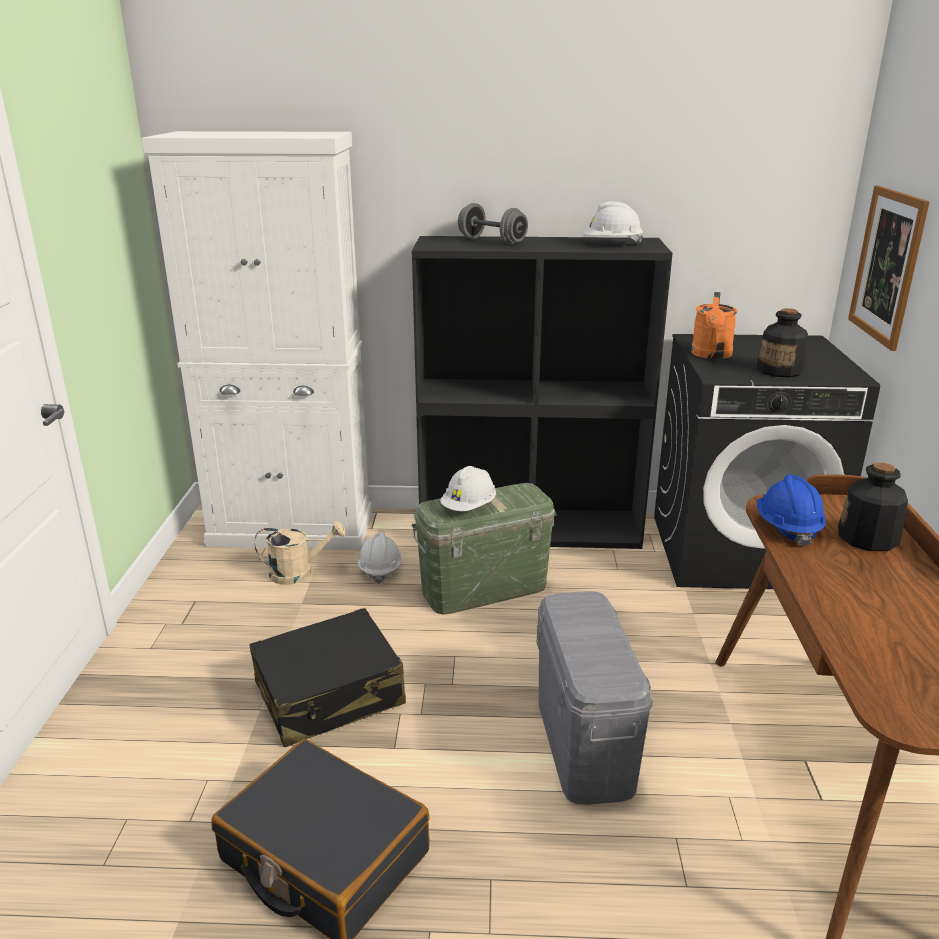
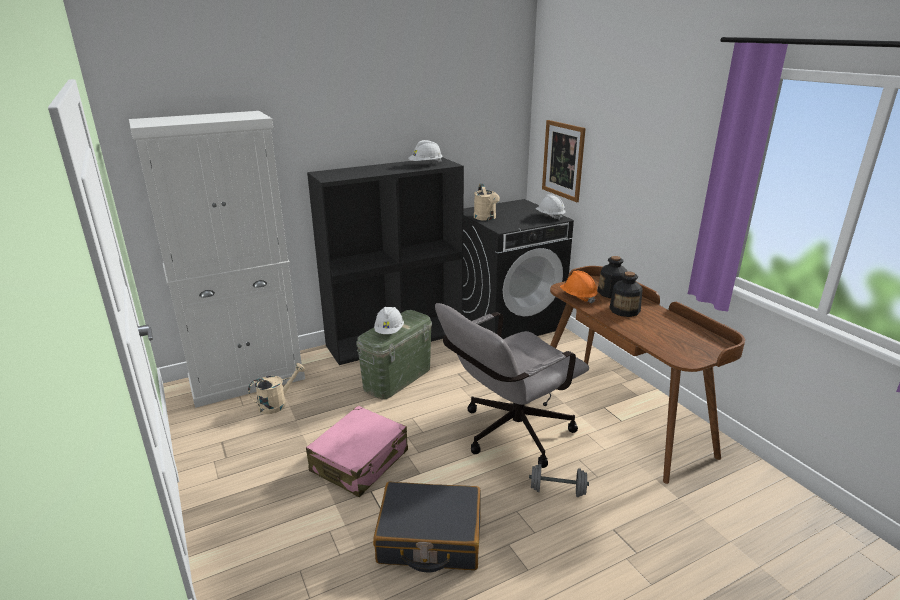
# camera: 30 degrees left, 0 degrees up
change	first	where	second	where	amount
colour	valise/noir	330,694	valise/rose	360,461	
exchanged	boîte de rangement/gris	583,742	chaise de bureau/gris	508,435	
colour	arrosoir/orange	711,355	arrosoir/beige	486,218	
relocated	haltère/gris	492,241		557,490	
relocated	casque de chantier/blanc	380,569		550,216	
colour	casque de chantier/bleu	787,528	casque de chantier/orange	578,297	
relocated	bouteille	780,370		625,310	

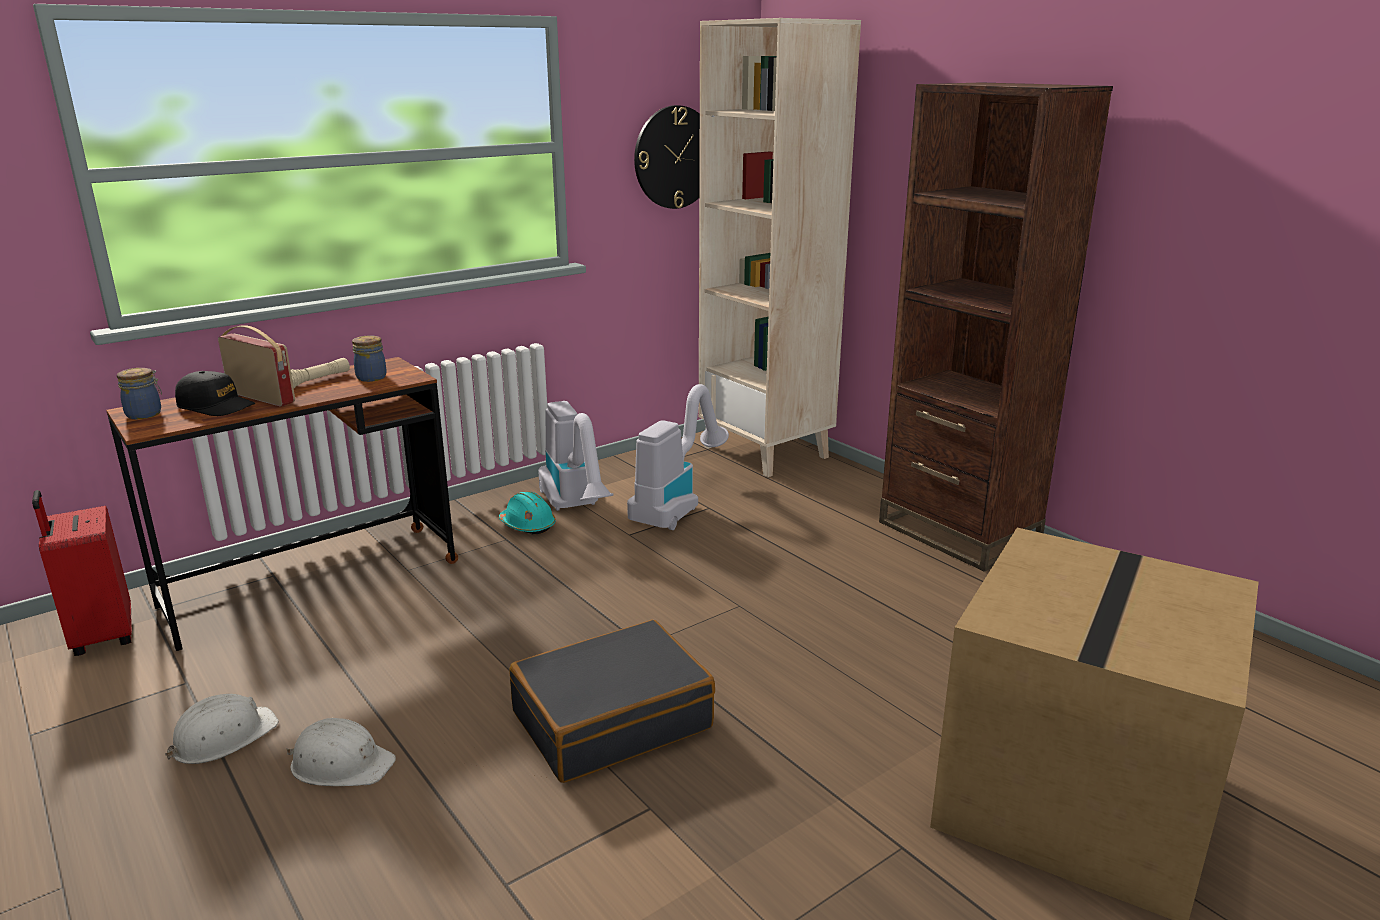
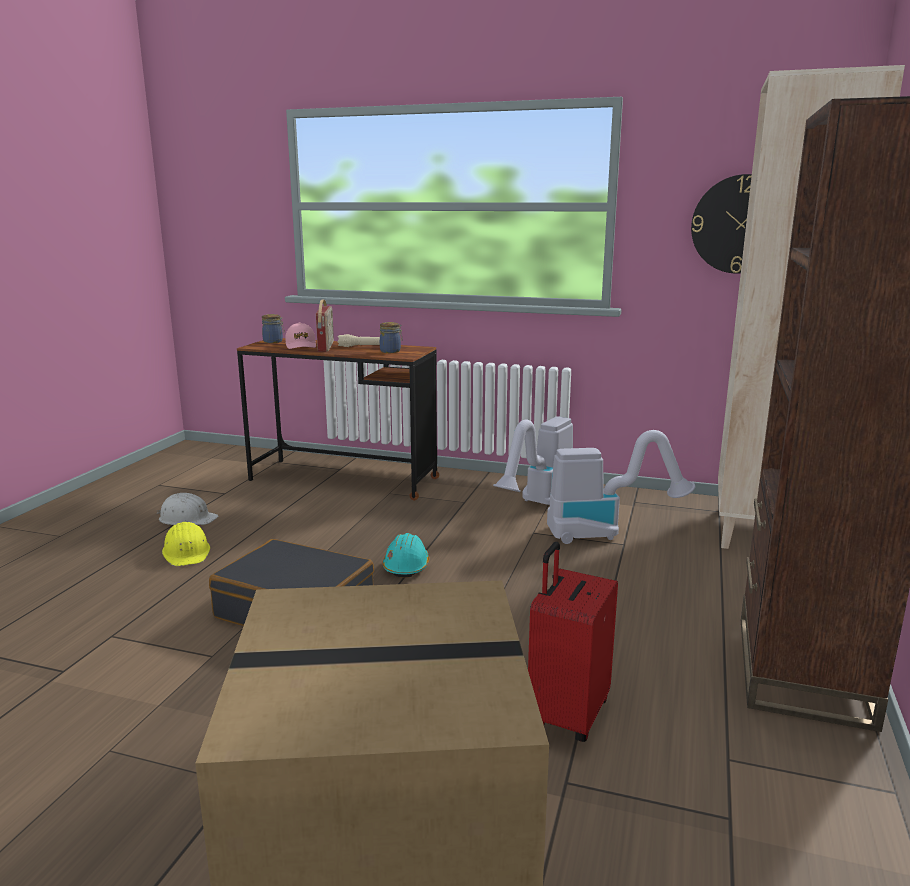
# camera: 55 degrees right, 5 degrees down
change	first	where	second	where	amount
colour	casque de chantier/blanc	341,764	casque de chantier/jaune	187,552	
colour	casquette/noir	216,406	casquette/rose	301,345	
relocated	casque de chantier/turquoise	527,525		406,566	
relocated	valise/rouge	101,637		566,714	

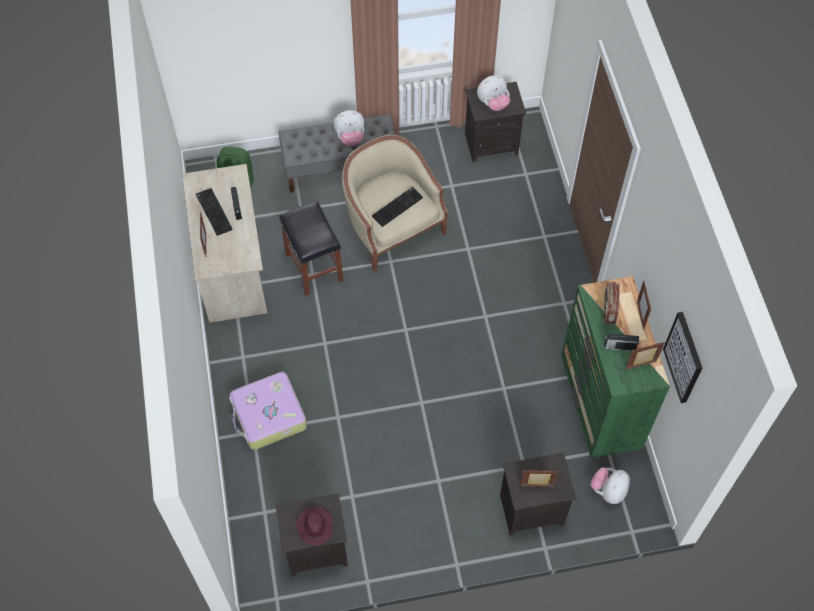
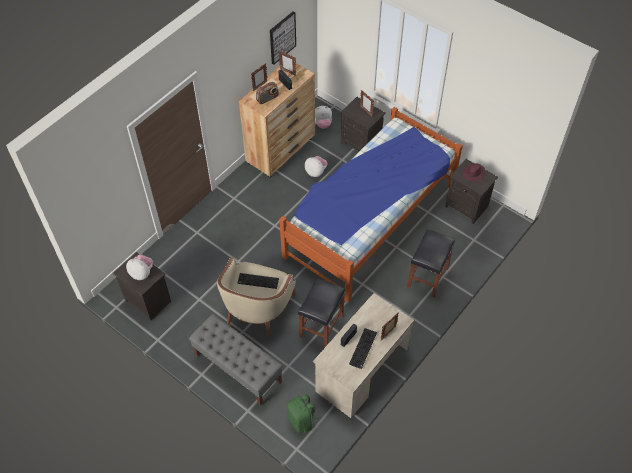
# camera: 130 degrees left, 5 degrees down
change	first	where	second	where	amount
colour	commode/vert	599,405	commode/marron	281,151	
appeared			lit	369,220	
relocated	peluche	350,137		316,172	
exchanged	valise	268,416	tabouret/noir	427,276	

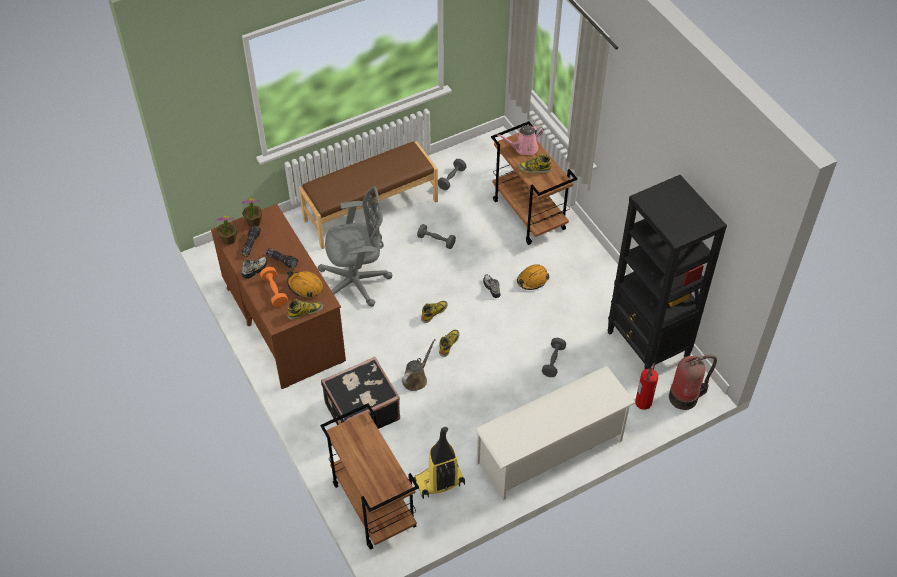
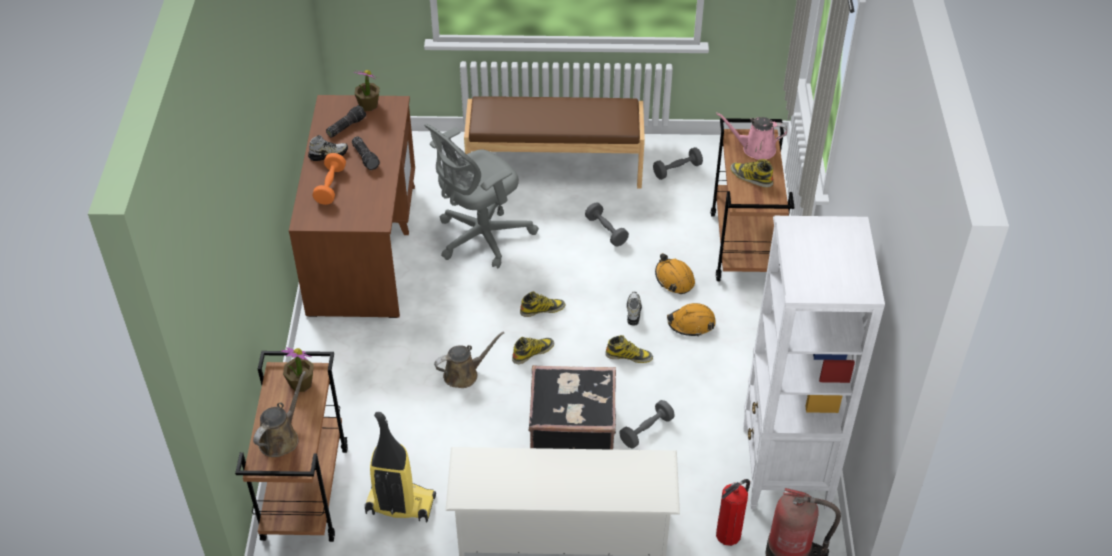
# camera: 30 degrees right, 5 degrees down
change	first	where	second	where	amount
appeared			arrosoir/marron	281,438	
relocated	plante en pot	228,239		301,383	
spun	chaise de bureau/gris	357,282		480,238	120 degrees clockwise
relocated	valise/noir	361,411		571,431	
relocated	botte	305,311		629,356	
relocated	casque de chantier/orange	305,286		674,279	
colour	bibliothèque/noir	647,346	bibliothèque/blanc	785,469	

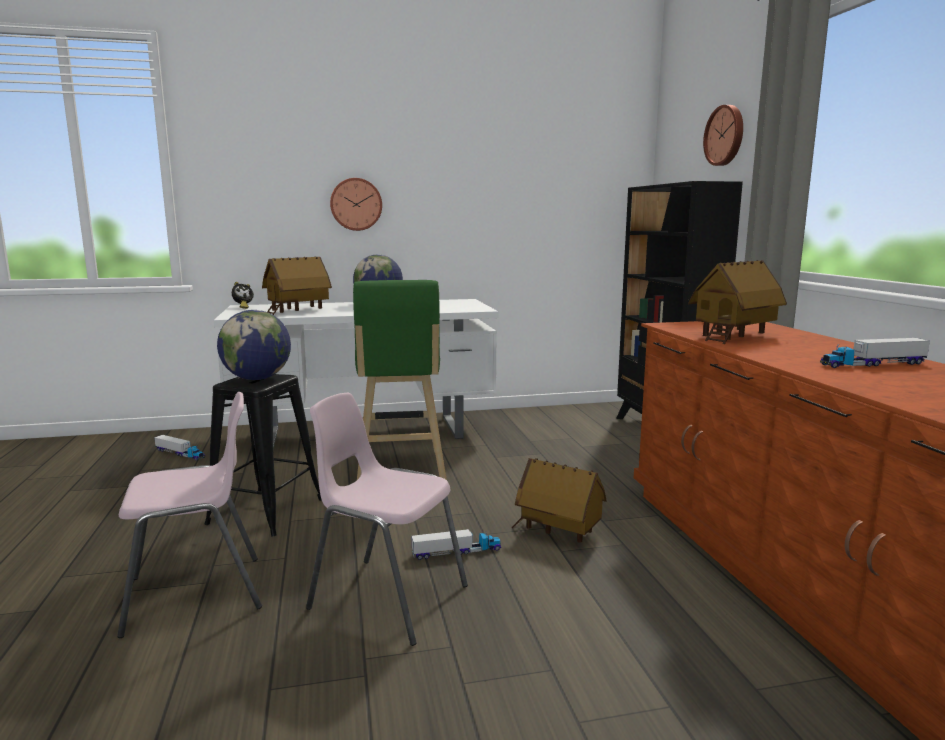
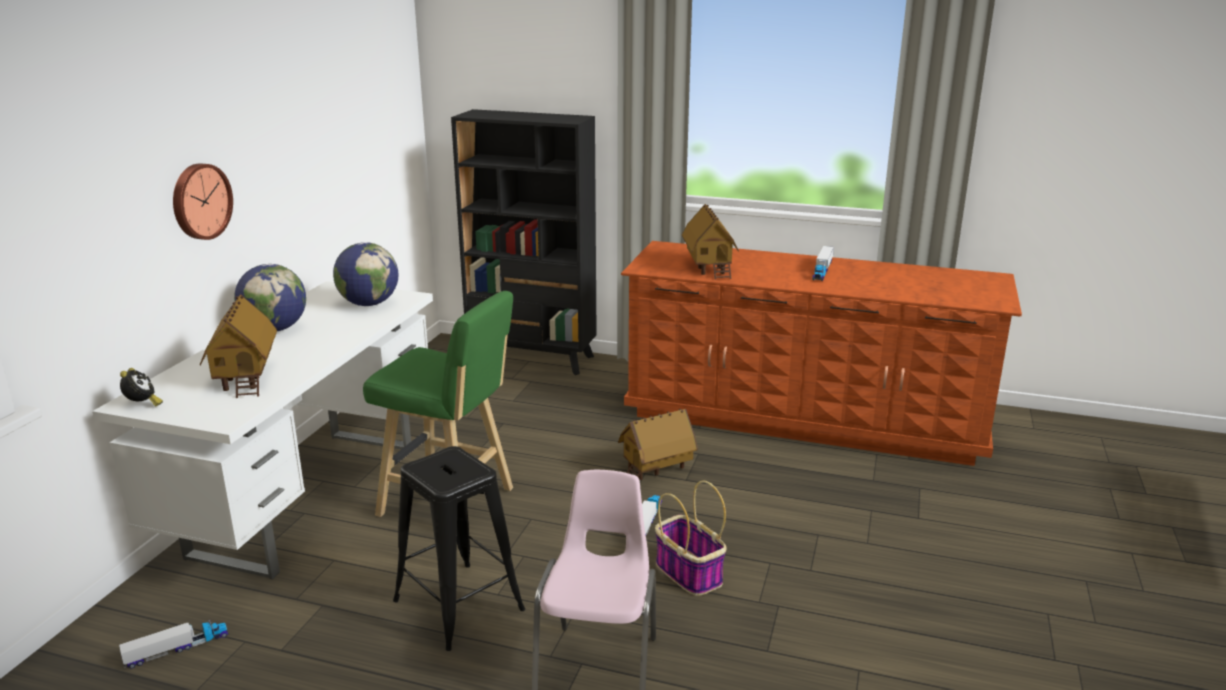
# camera: 60 degrees left, 10 degrees up
change	first	where	second	where	amount
relocated	globe	257,379		369,304	
exchanged	chaise/rose	387,597	panier	687,572	
missing	horloge murale	725,135			

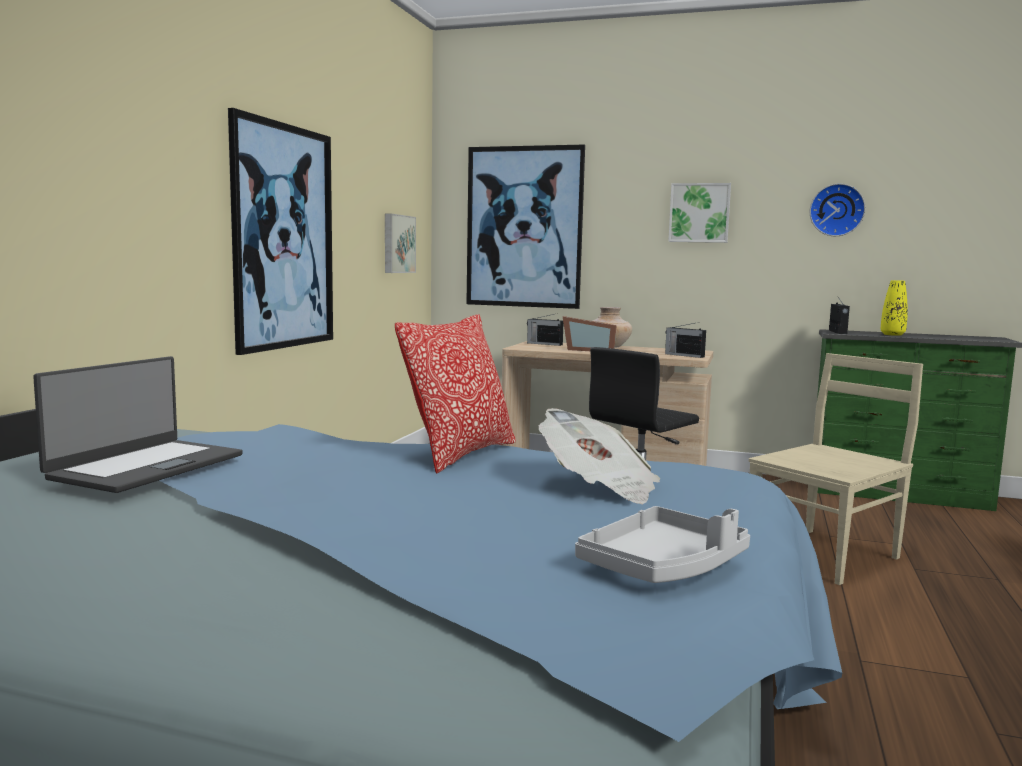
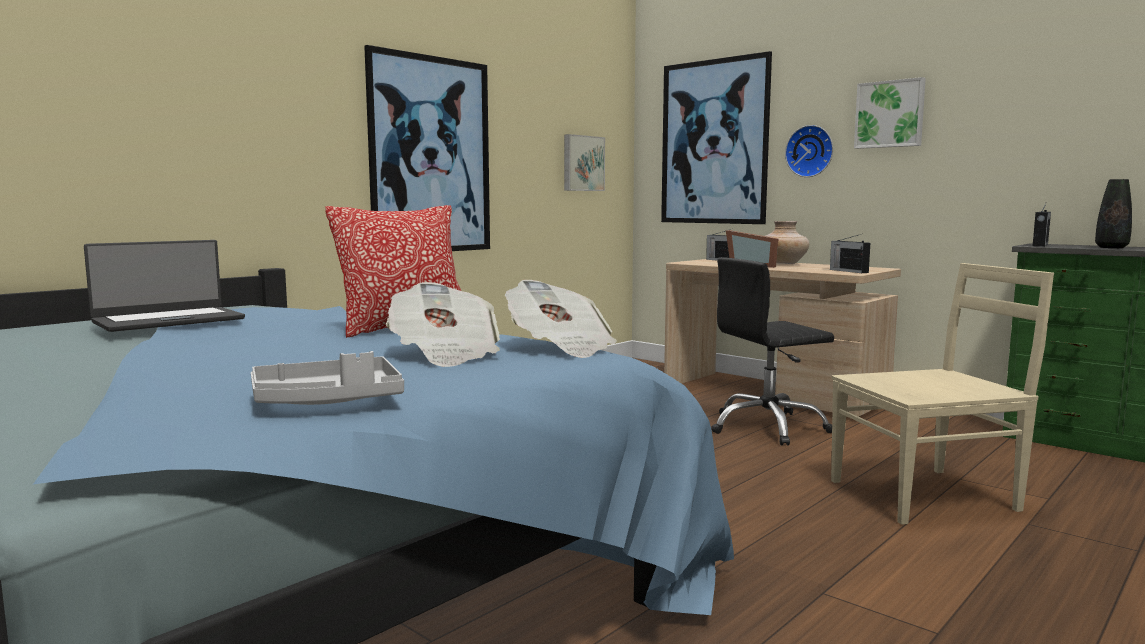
# camera: 25 degrees right, 0 degrees up
change	first	where	second	where	amount
appeared			journal	561,348	
relocated	horloge murale	836,210		810,151	
colour	vase/jaune	892,334	vase/noir	1111,247	

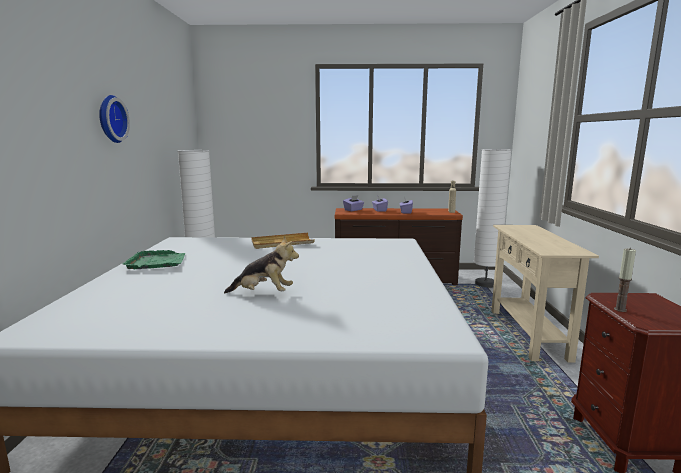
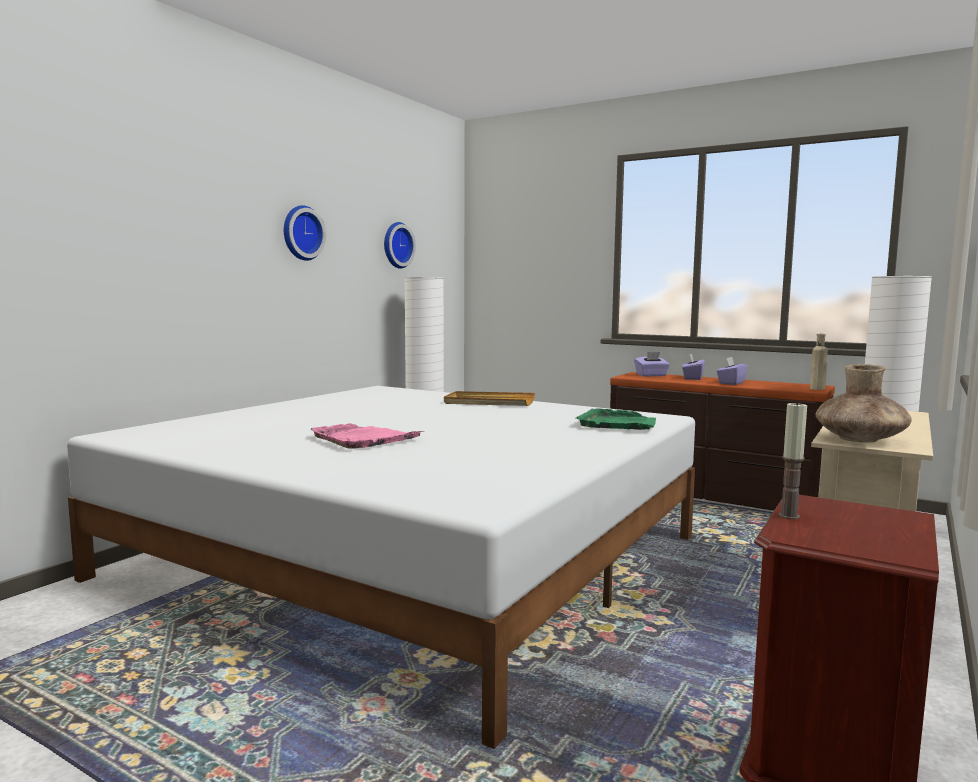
# camera: 30 degrees right, 5 degrees down
change	first	where	second	where	amount
exchanged	peluche	263,294	plateau/rose	364,439	
appeared			horloge murale	396,245	
relocated	plateau/vert	157,262		618,424	
appeared			vase/marron	860,440	

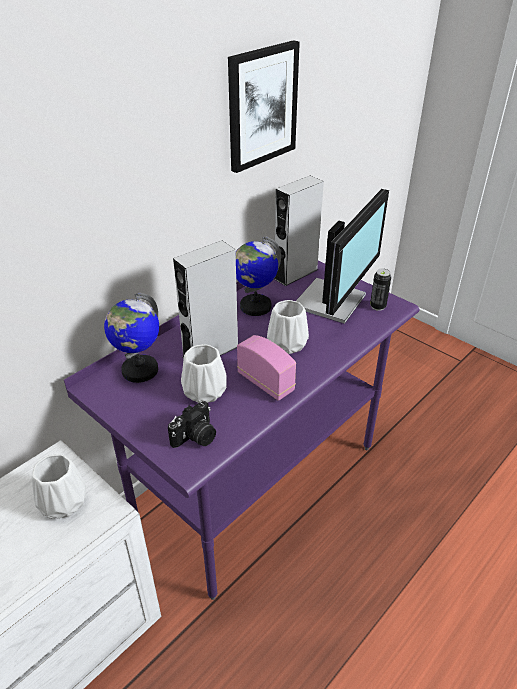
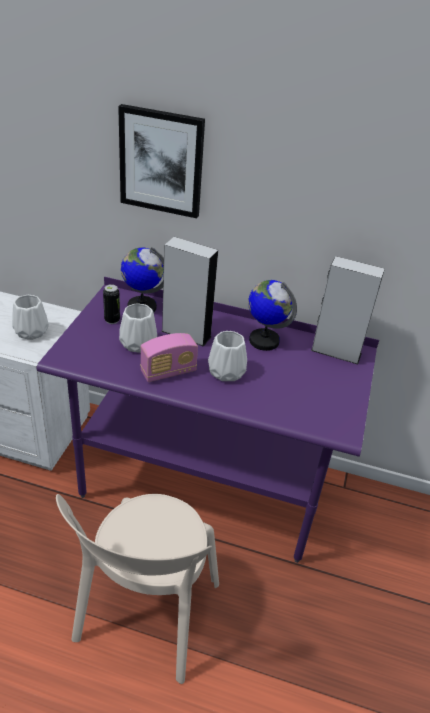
# camera: 60 degrees right, 0 degrees up
change	first	where	second	where	amount
appeared			chaise/beige	145,617	
relocated	boîte métallique	378,306		112,320	
relocated	tableau	262,106		161,161	
spun	radio	265,382		168,372	45 degrees clockwise
missing	appareil photo	195,437			
missing	écran d'ordinateur	333,301			

